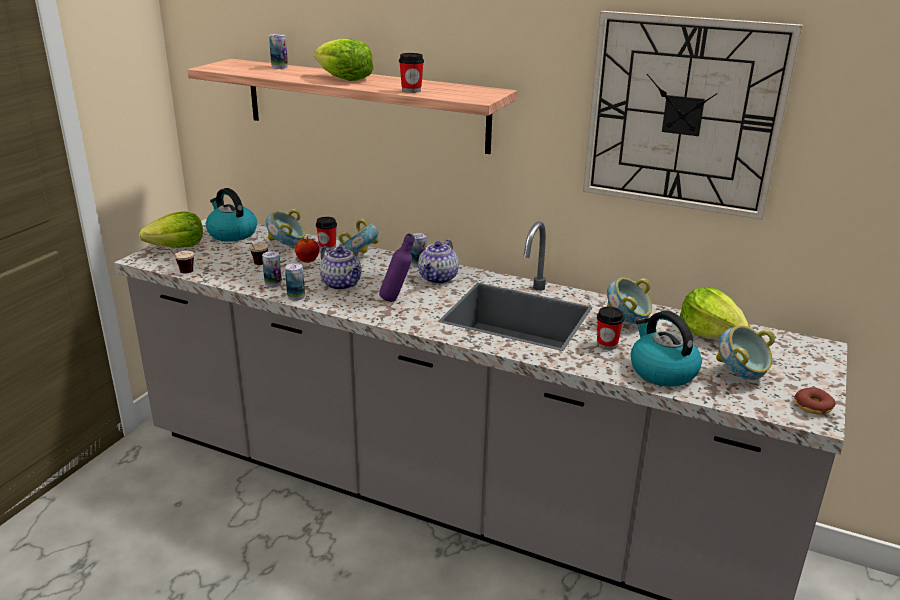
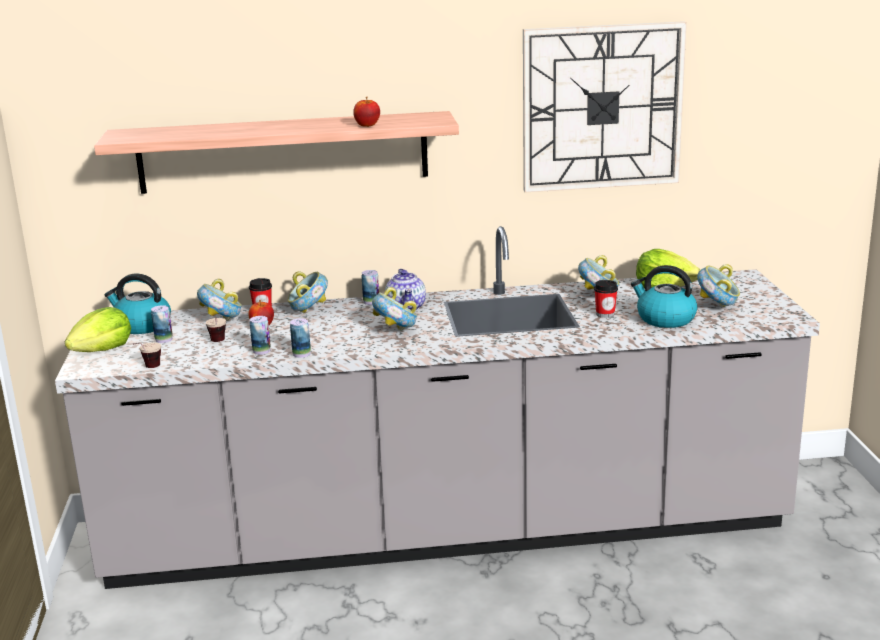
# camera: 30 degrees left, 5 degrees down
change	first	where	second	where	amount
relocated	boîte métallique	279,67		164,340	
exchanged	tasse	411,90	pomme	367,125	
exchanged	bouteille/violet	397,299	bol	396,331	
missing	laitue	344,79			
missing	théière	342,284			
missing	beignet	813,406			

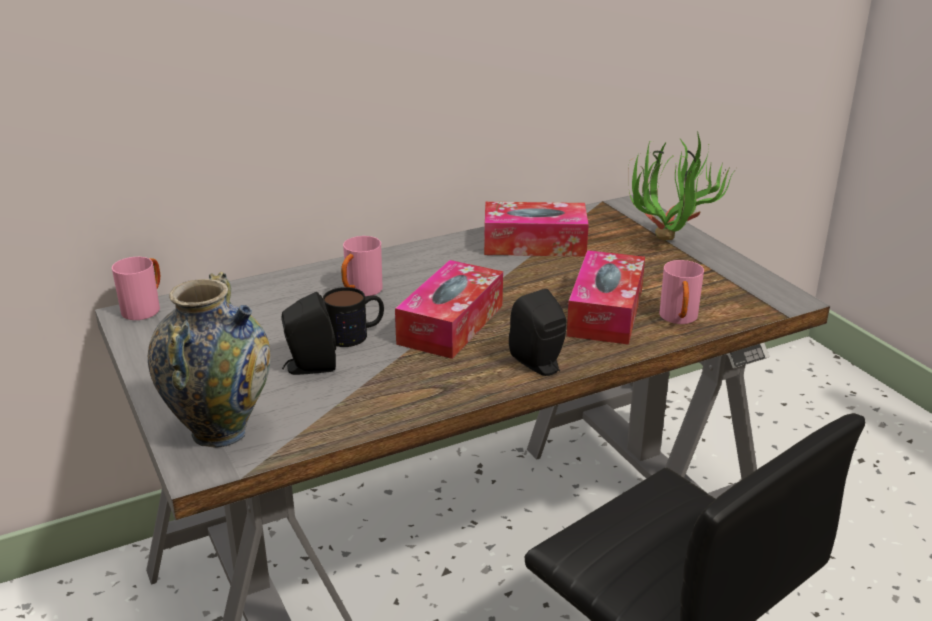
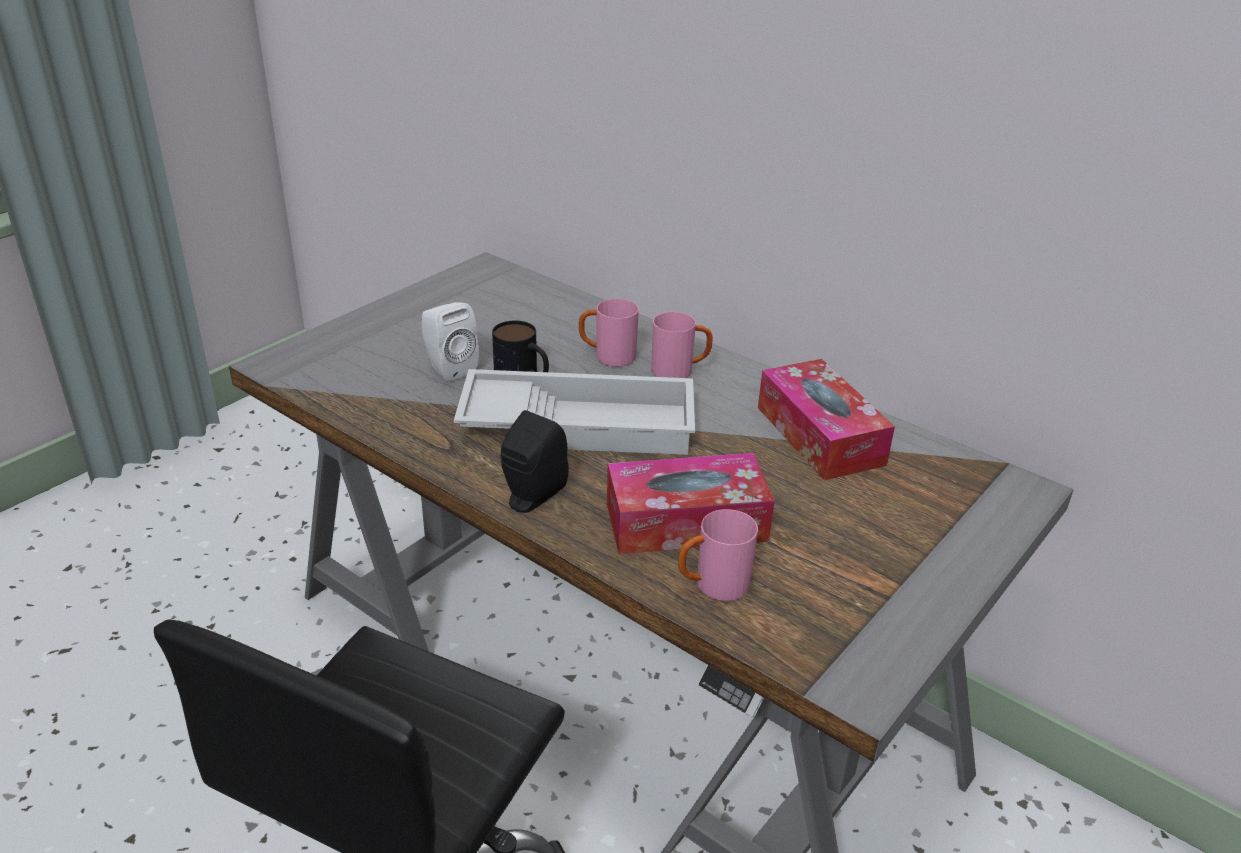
# camera: 65 degrees right, 5 degrees up
change	first	where	second	where	amount
colour	enceinte/noir	308,367	enceinte/blanc	448,368	
exchanged	boîte à mouchoirs	451,324	plateau/blanc	580,423	
relocated	mug/rose	145,308		680,371	
missing	vase	220,430			
missing	plante en pot	669,246			

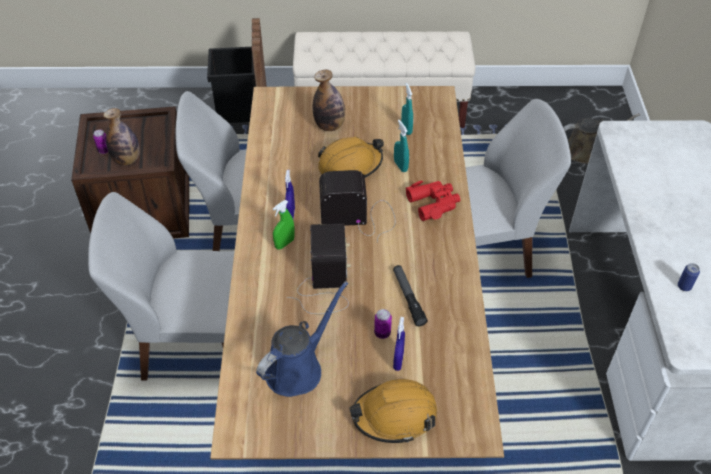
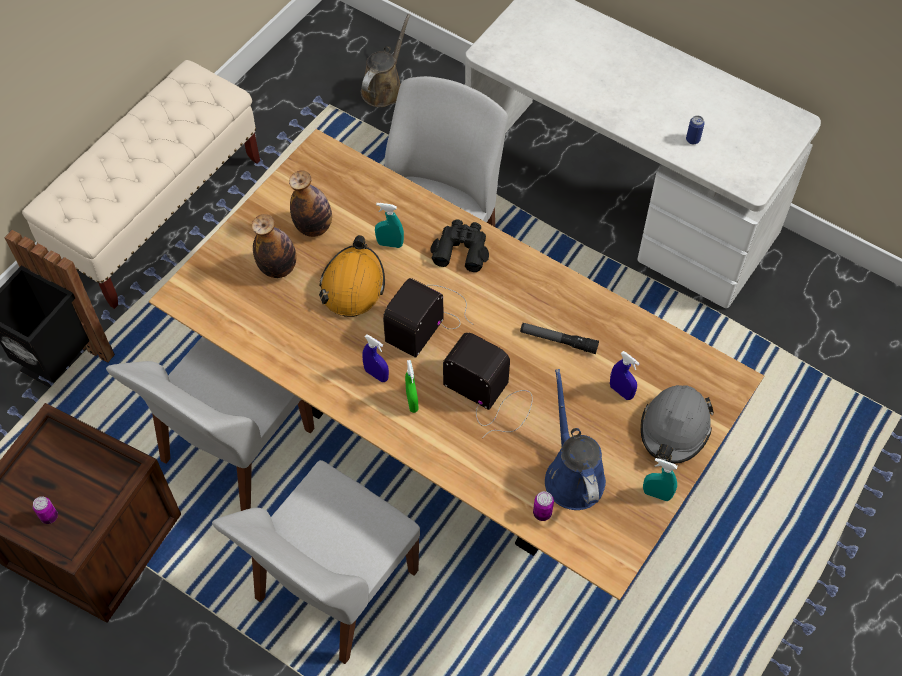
# camera: 55 degrees left, 10 degrees up
change	first	where	second	where	amount
relocated	bouteille	127,160		314,227	
colour	jumelles/rouge	433,203	jumelles/noir	461,249	
relocated	boîte métallique	382,333		542,513	
colour	casque de chantier/orange	394,415	casque de chantier/gris	674,429	
relocated	vaporisateur/turquoise	406,129		656,494	

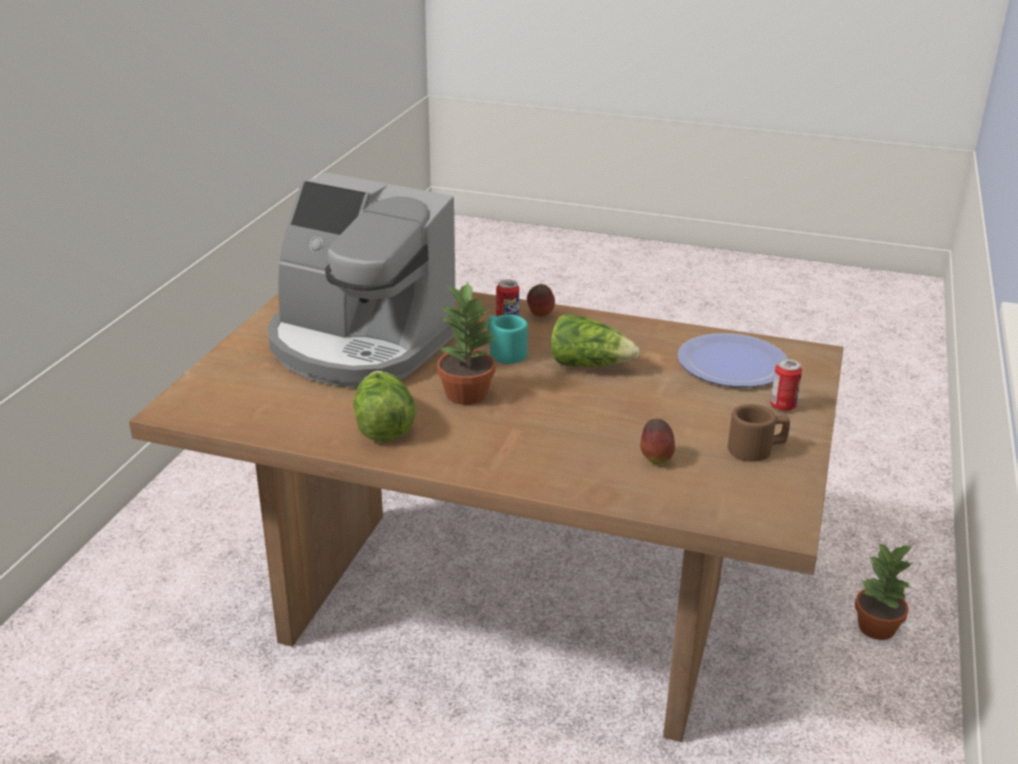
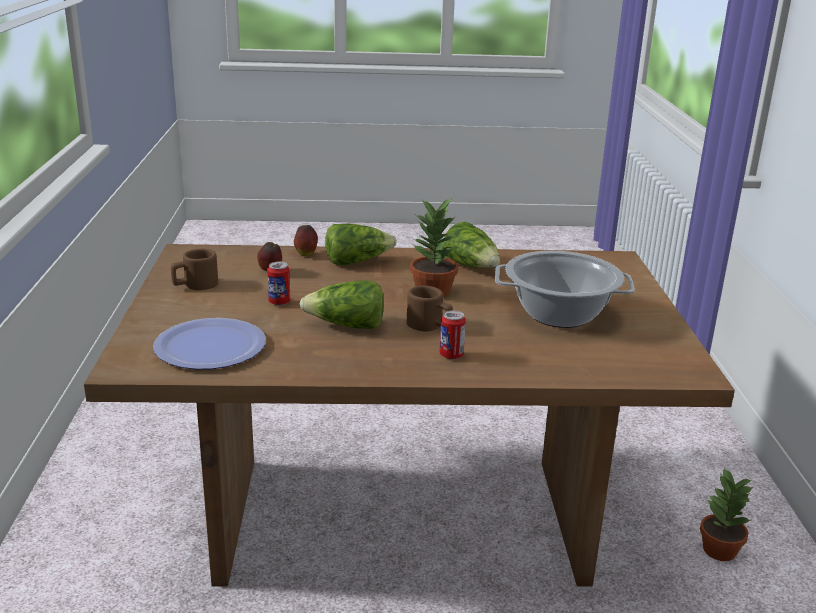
# camera: 160 degrees right, 5 degrees down
change	first	where	second	where	amount
relocated	boîte métallique	782,406		279,302	
relocated	pomme	540,316		306,254	
appeared			laitue	357,261	
colour	mug/turquoise	504,352	mug/marron	430,326	
exchanged	machine à café	359,345	marmite	559,314	
relocated	plante en pot	877,628		718,550	

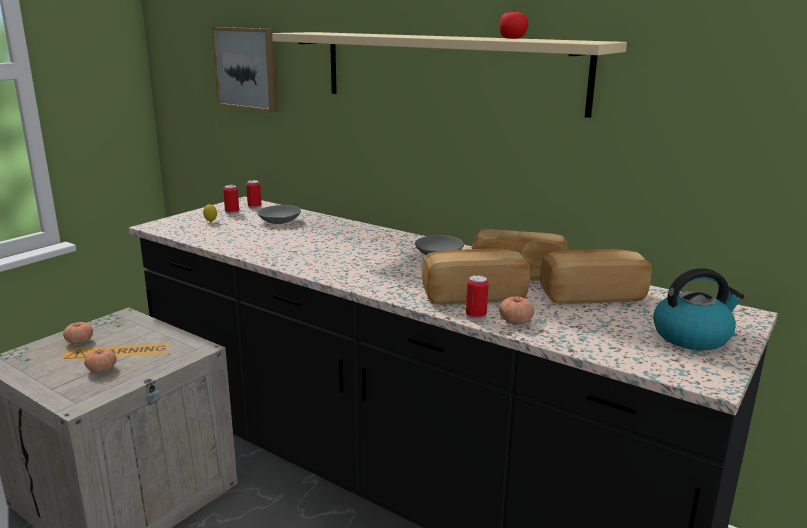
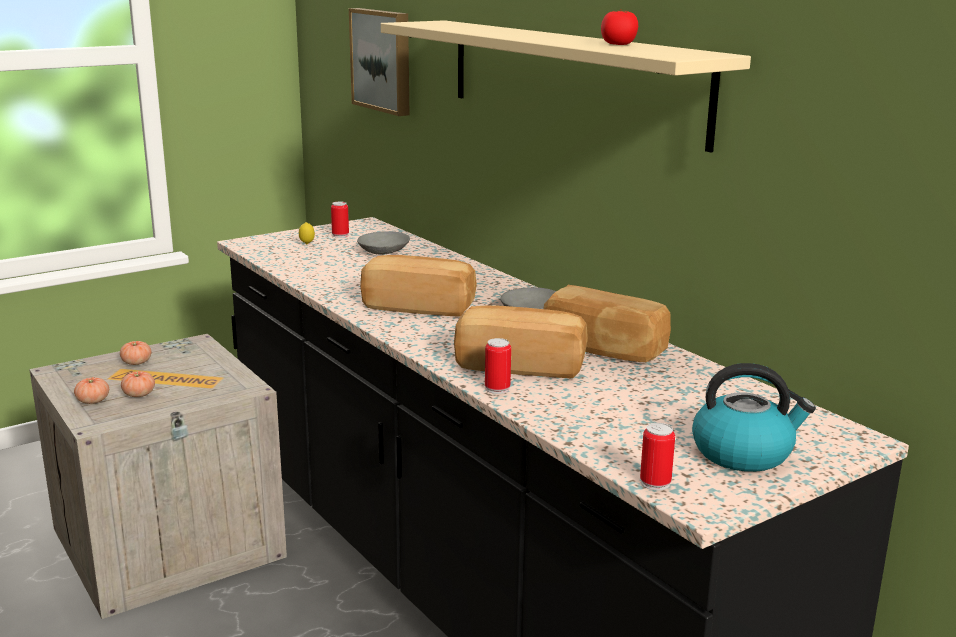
# camera: 20 degrees right, 0 degrees up
change	first	where	second	where	amount
relocated	tomate	515,321		93,401	
relocated	pain	591,295		419,306	
relocated	boîte métallique	254,207		655,483	

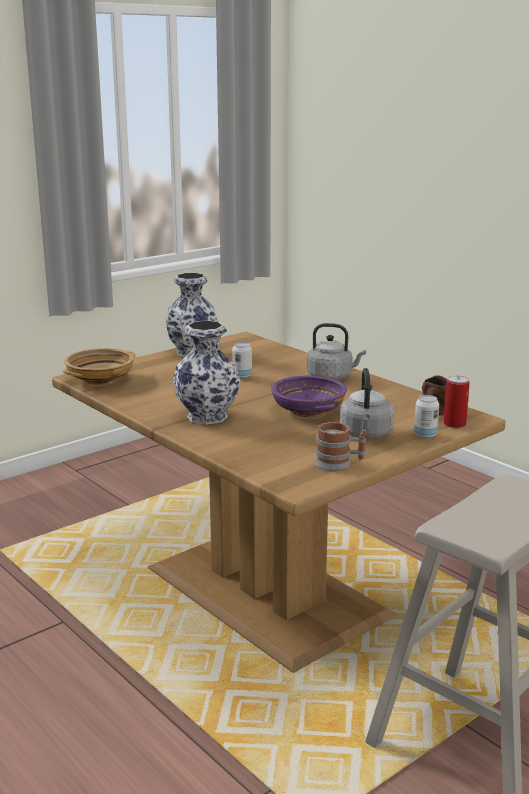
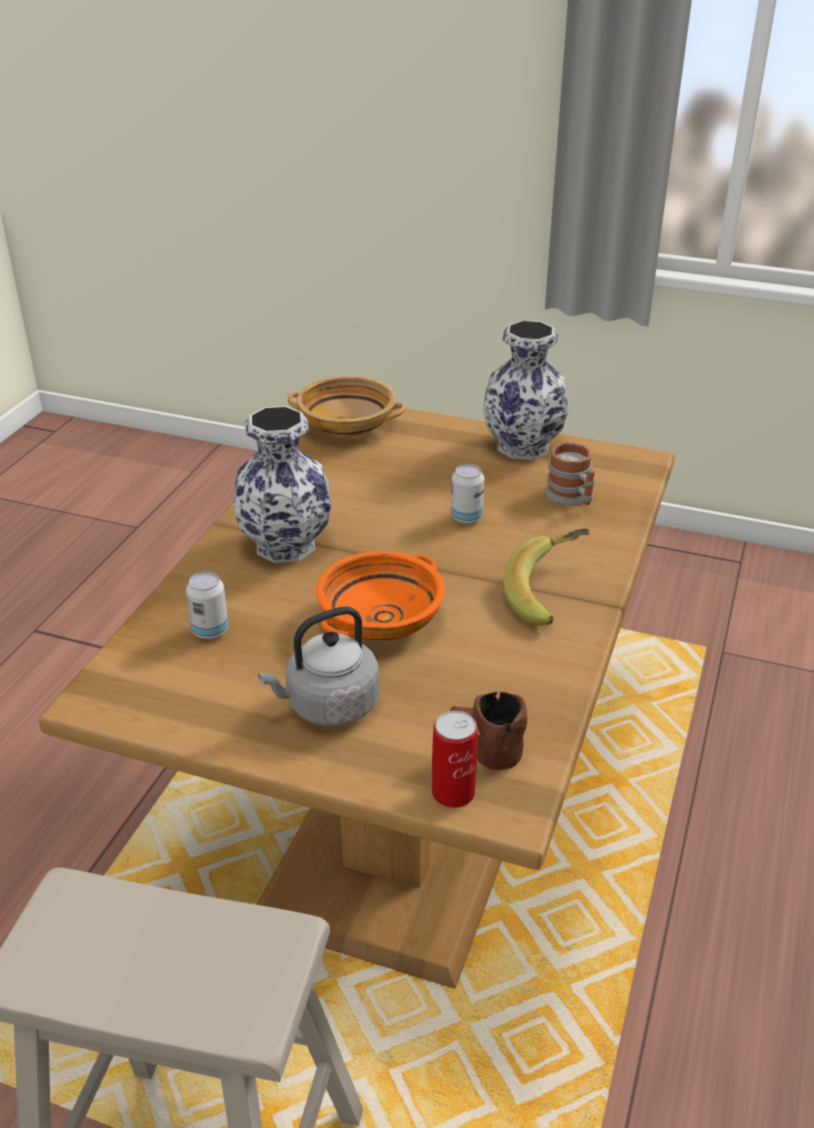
# camera: 60 degrees right, 15 degrees up
change	first	where	second	where	amount
relocated	boîte métallique	425,435		210,631	
colour	bol/violet	307,410	bol/orange	381,619	
exchanged	bouilloire/gris	332,377	banane	550,595	
relocated	mug	339,463		571,498	

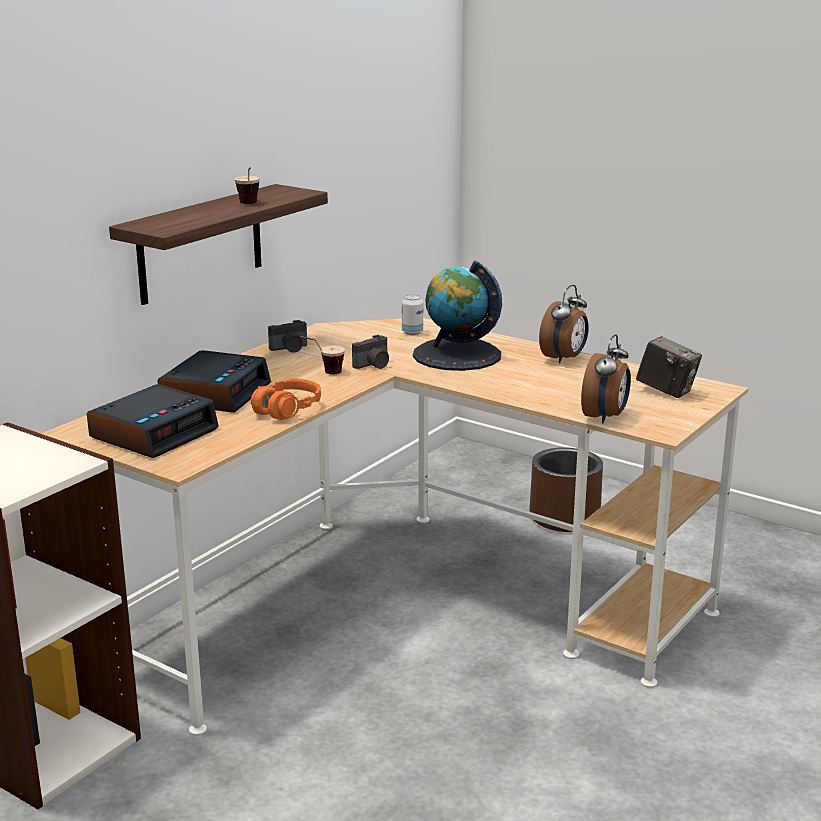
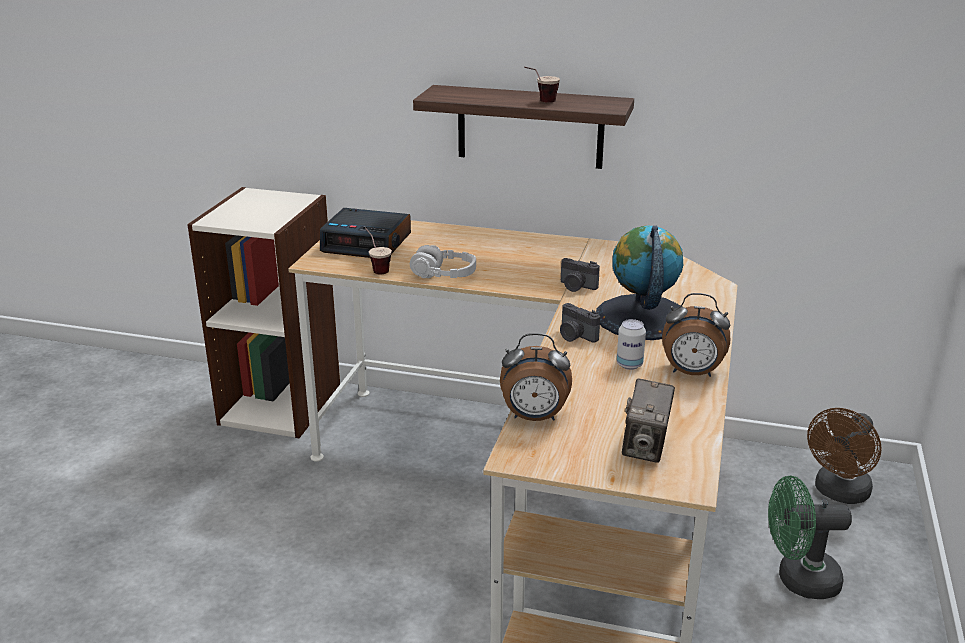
# camera: 70 degrees right, 5 degrees up
change	first	where	second	where	amount
relocated	tasse	323,373		376,268	
colour	casque audio/orange	287,409	casque audio/gris	444,274	
relocated	appareil photo	290,349		575,336	
relocated	boîte métallique	412,332		629,365	
exchanged	cache-pot/marron	565,518	ventilateur/vert	798,580	
appeared			ventilateur/marron	839,493	
missing	réveil	215,393			

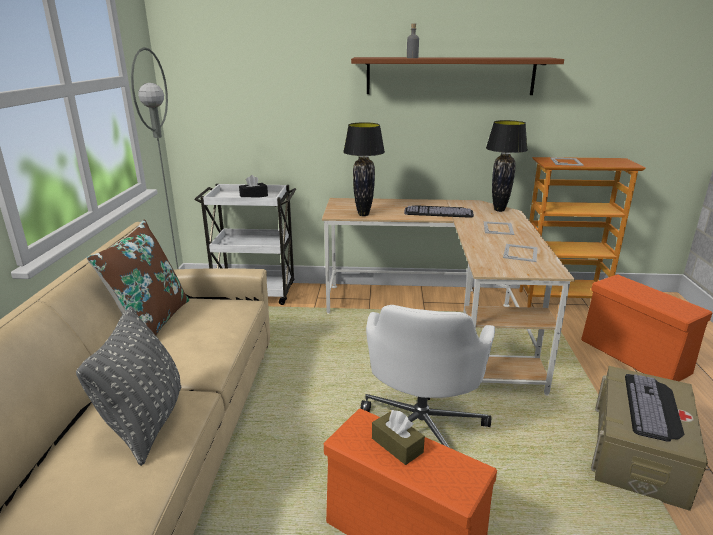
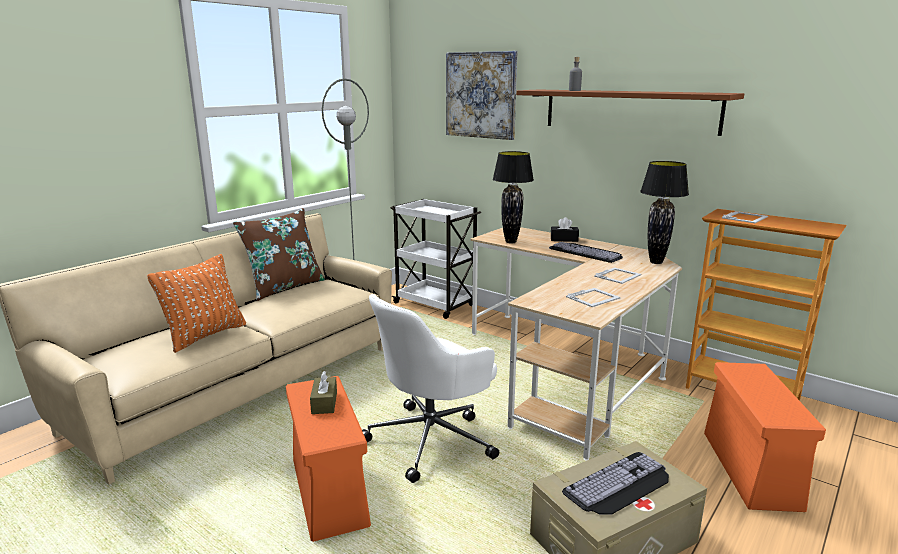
# camera: 35 degrees right, 5 degrees down
change	first	where	second	where	amount
colour	coussin/gris	147,423	coussin/orange	205,335	
appeared			tableau	481,95	
relocated	boîte à mouchoirs/noir	254,196		564,239	

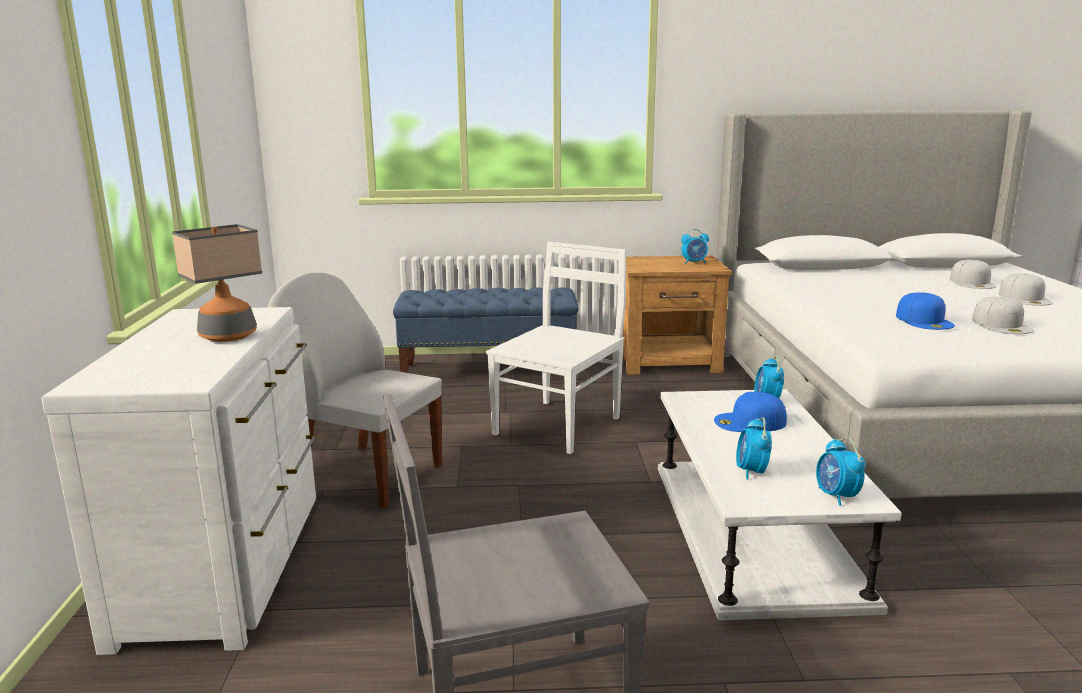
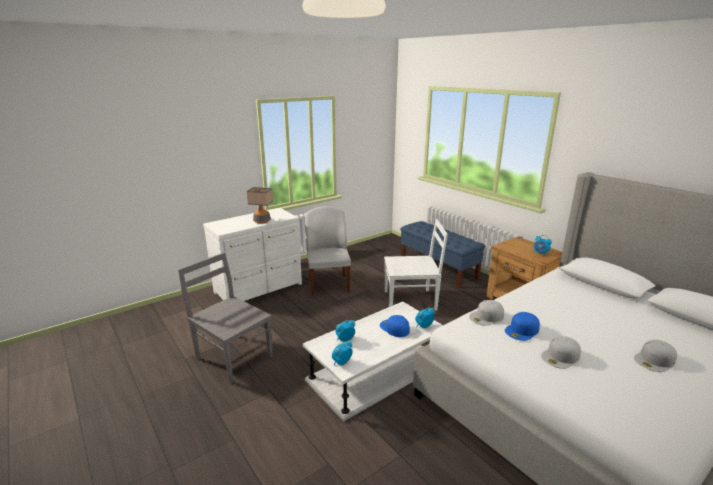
# camera: 55 degrees right, 5 degrees up
change	first	where	second	where	amount
relocated	casquette/blanc	972,282		486,317	

